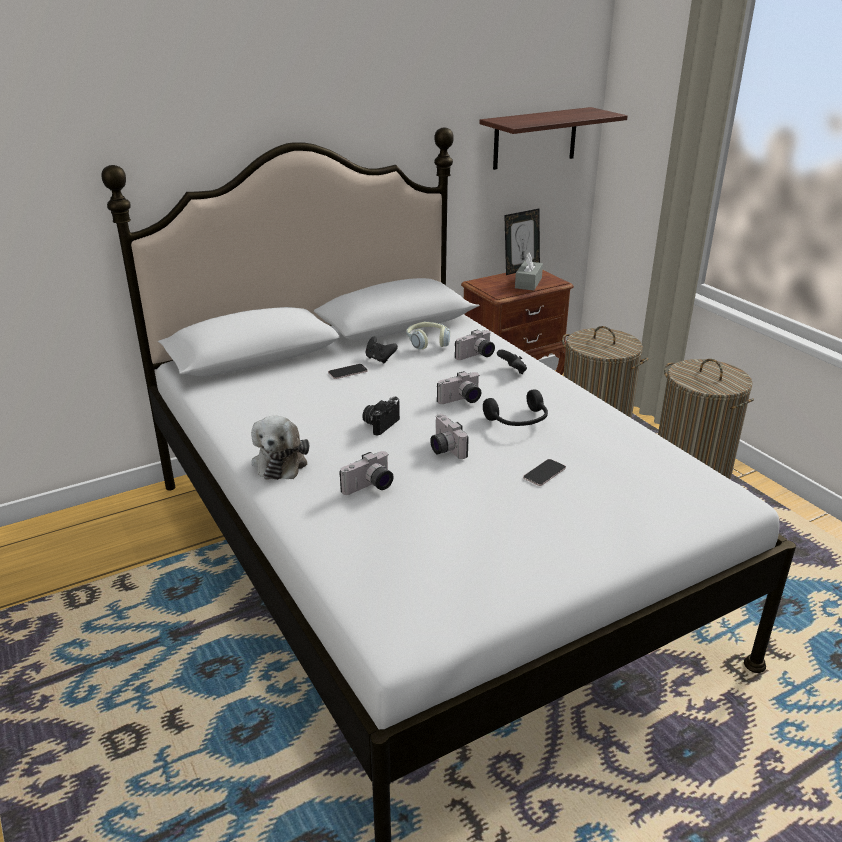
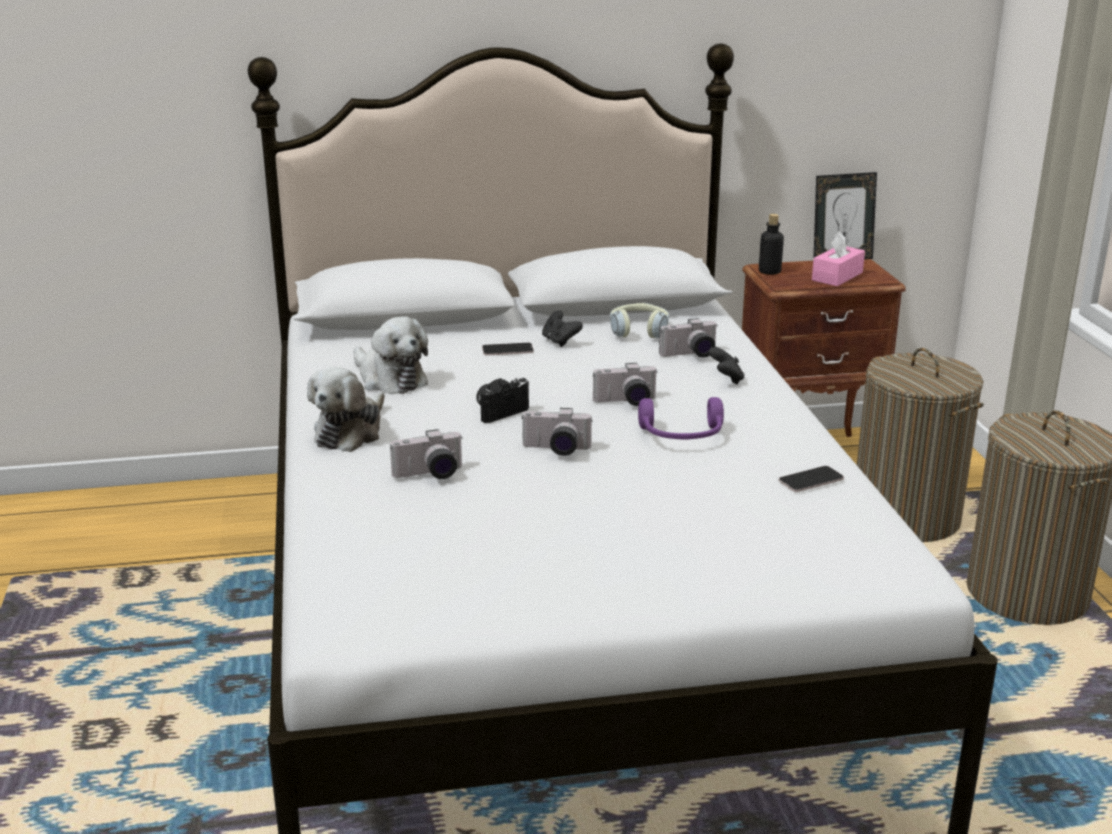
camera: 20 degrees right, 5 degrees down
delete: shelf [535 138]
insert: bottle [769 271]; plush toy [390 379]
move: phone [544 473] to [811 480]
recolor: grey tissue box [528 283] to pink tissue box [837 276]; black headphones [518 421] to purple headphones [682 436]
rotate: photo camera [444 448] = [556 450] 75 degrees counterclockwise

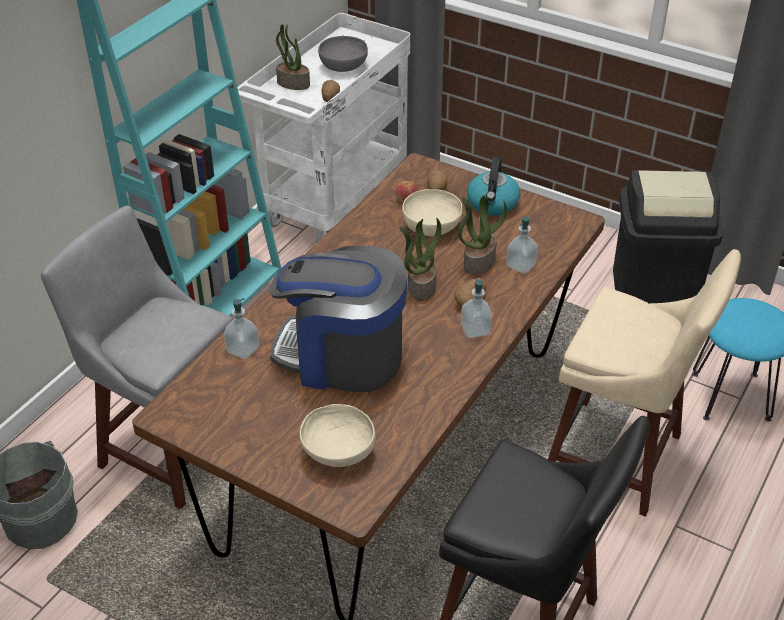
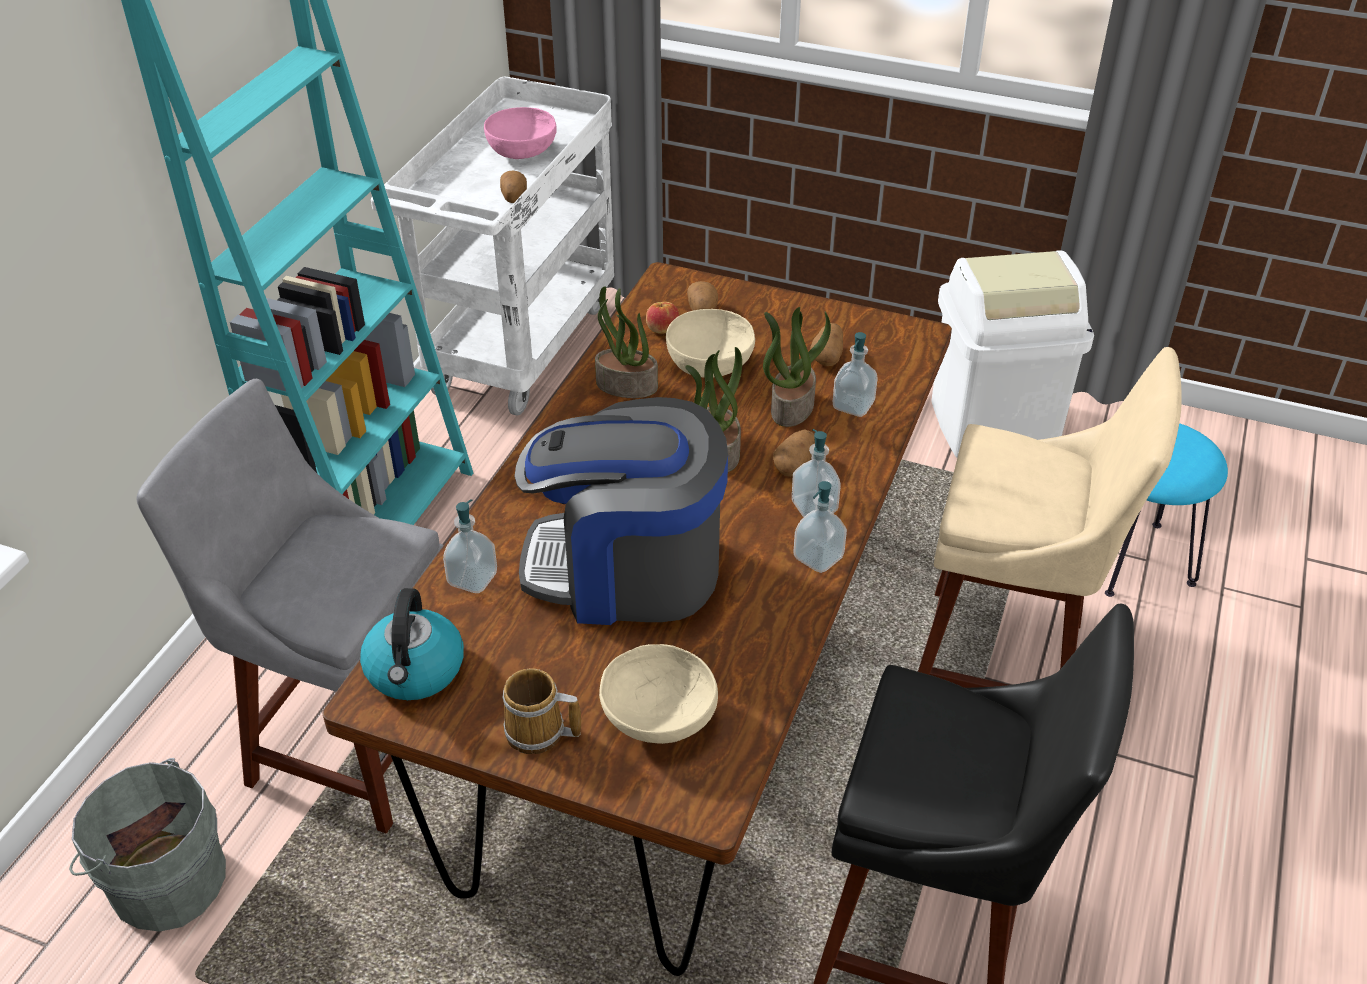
camera: 10 degrees left, 0 degrees up
insert: potato [827 356]; soap dispenser [818 557]; mug [538 733]
move: potted plant [292 84] to [625 386]; kettle [493 204] to [415 671]
recolor: grey bowl [343 66] to pink bowl [522 151]; black trash can [654 290] to white trash can [993 425]

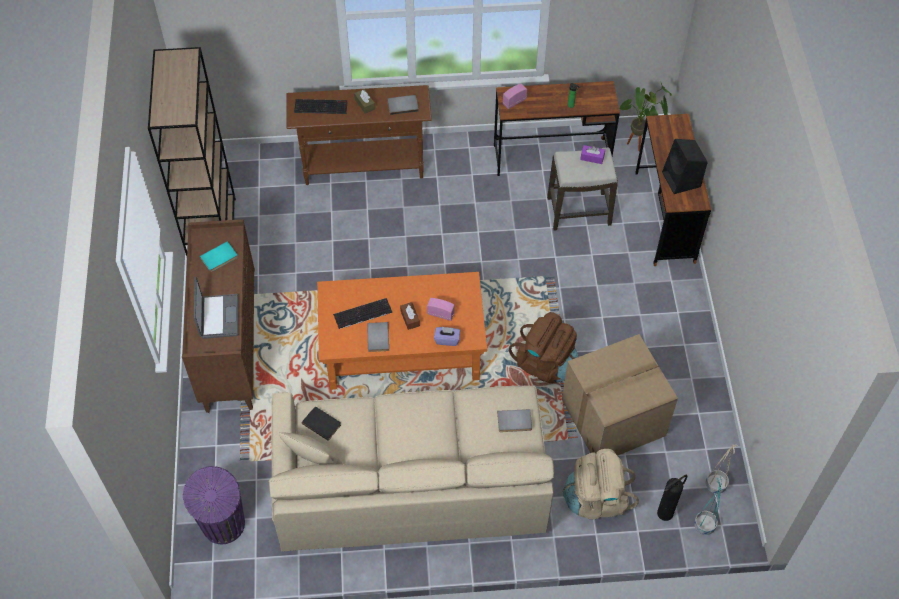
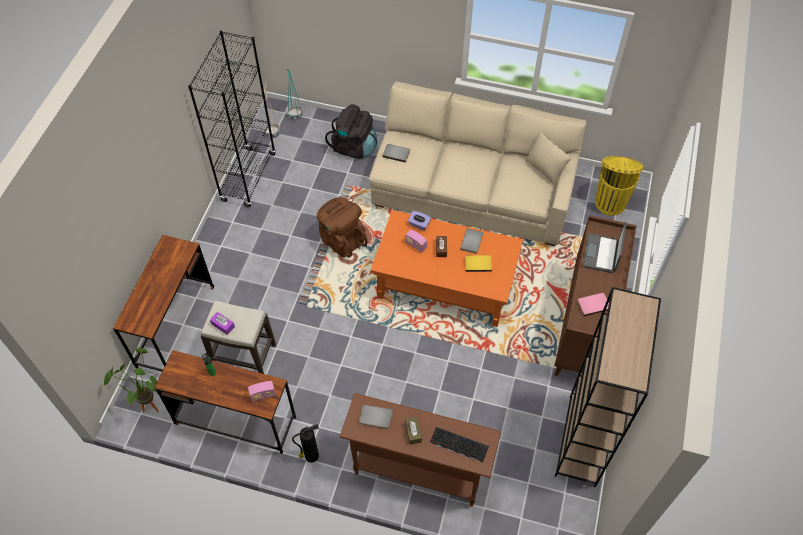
camera: 160 degrees left, 0 degrees up
delete: black speaker [682 180]; cardboard box [612 419]; black book [322 423]
insert: black bookcase [248 177]
move: fire extinguisher [665 512] to [311 456]
replace: keyboard [362 314] to yellow book [478 263]
recolor: turquoise book [220 258] to pink book [593 304]; beige backpack [596 499] to black backpack [354 147]; purple trash can [223 526] to yellow trash can [610 202]

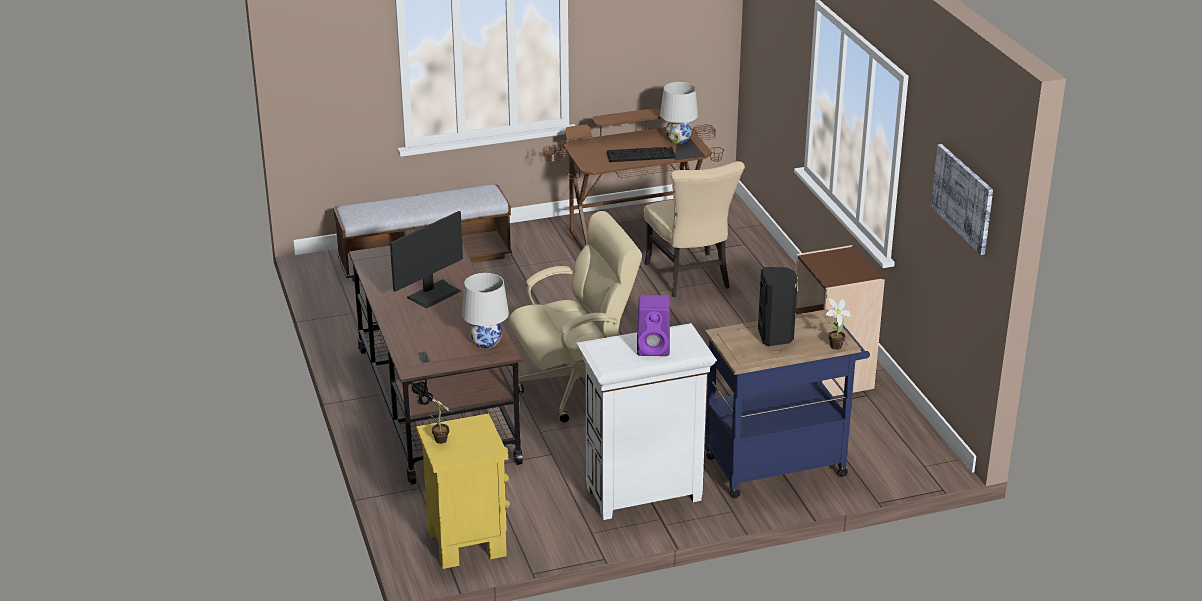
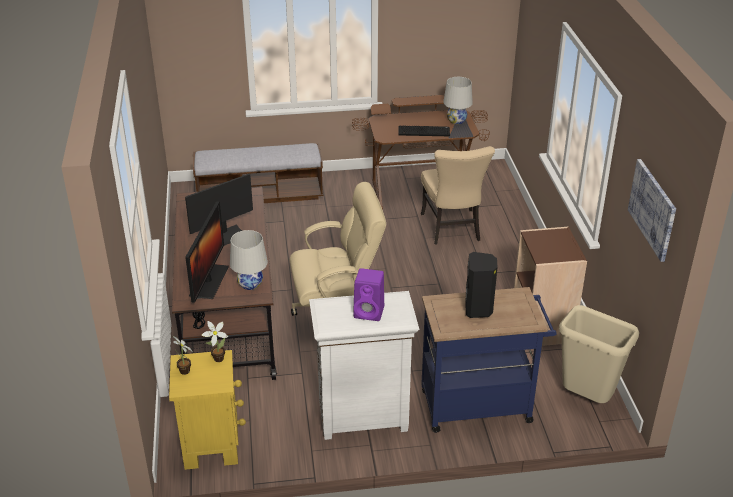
camera: 10 degrees right, 5 degrees up
insert: monitor [209 281]; beige trash can [585 399]
move: potted plant [834 347] to [217 359]

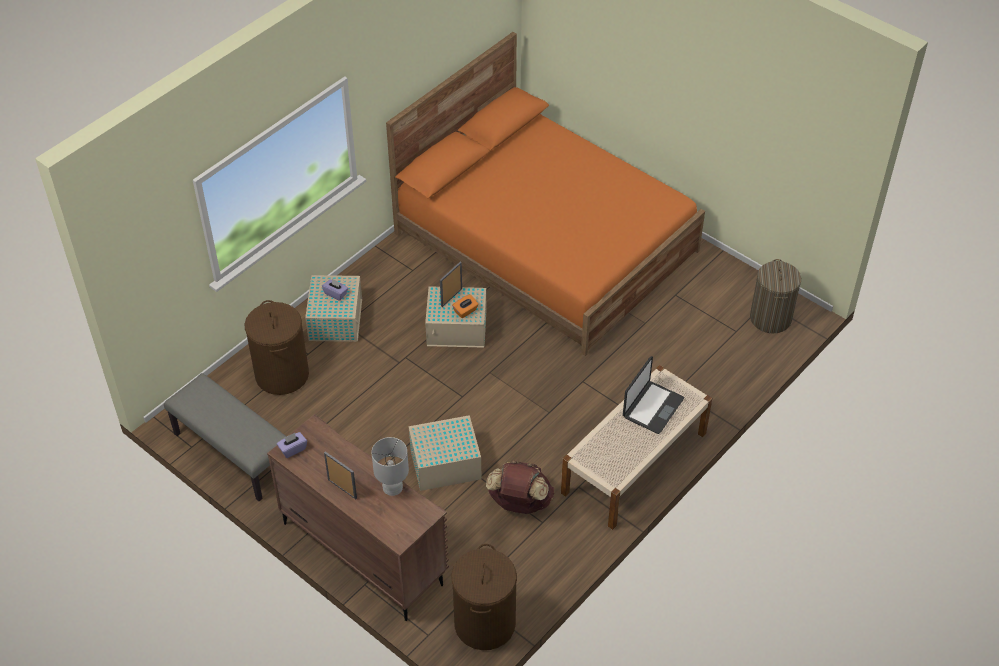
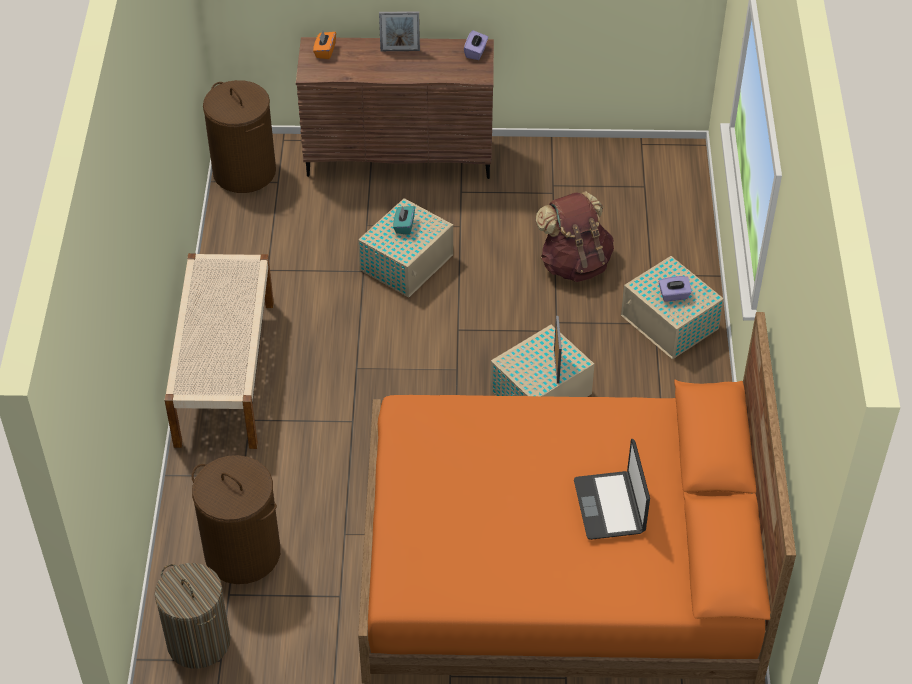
camera: 140 degrees right, 0 degrees up
delete: grey bench [232 453]; grey table lamp [393 487]
insert: turquoise tissue box [404 226]
move: orange tissue box [465 311] to [325 51]; brown laundry basket [281 374] to [243 553]; laptop [652 407] to [610 506]; brown backpack [519 503] to [574 263]

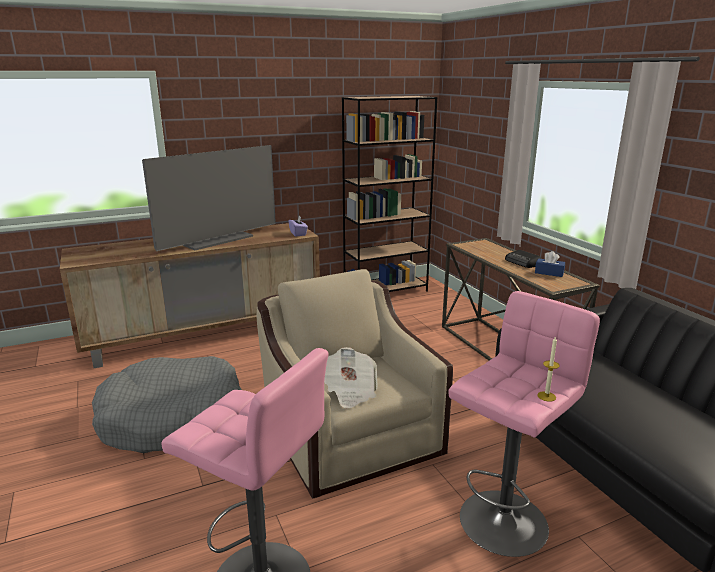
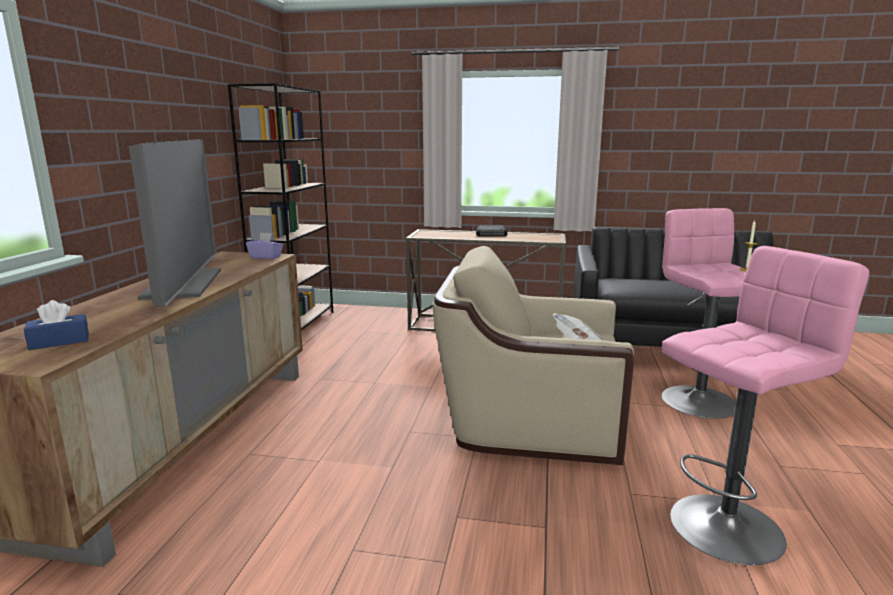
camera: 55 degrees left, 5 degrees down
delete: grey dog bed [173 419]
move: blue tissue box [549 273] to [59 341]

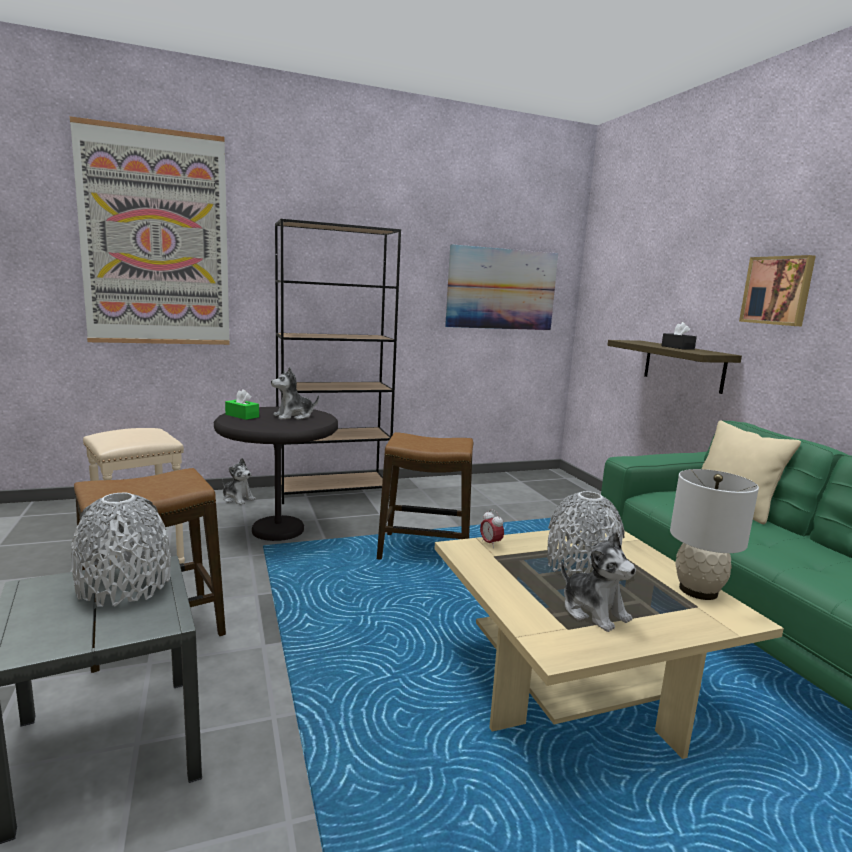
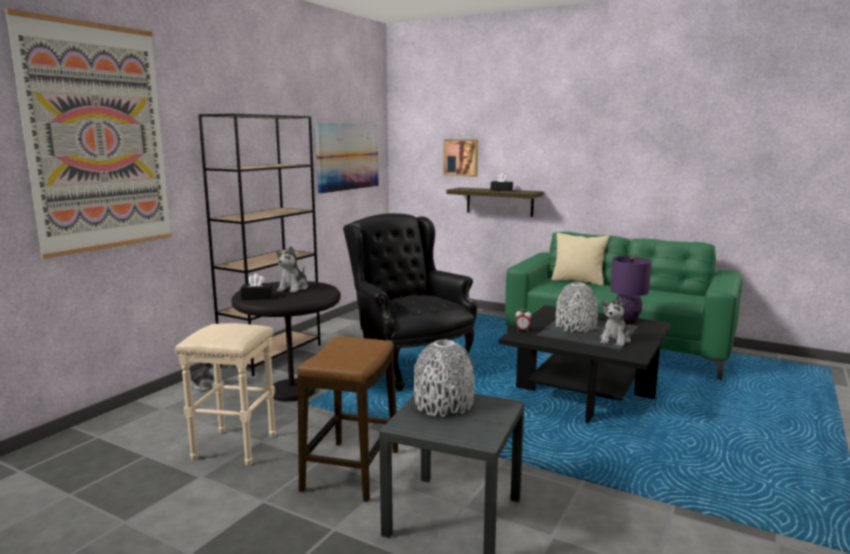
camera: 40 degrees left, 0 degrees up
move: picture [778 290] to [461 157]
replace: stool [425 550] to black armchair [410 367]
recolor: green tissue box [242 416] to black tissue box [257 297]; white table lamp [697 590] to purple table lamp [627 320]; beige coffee table [575 684] to black coffee table [584 393]
rotate: plush toy [594 611] = [615 340] 105 degrees clockwise

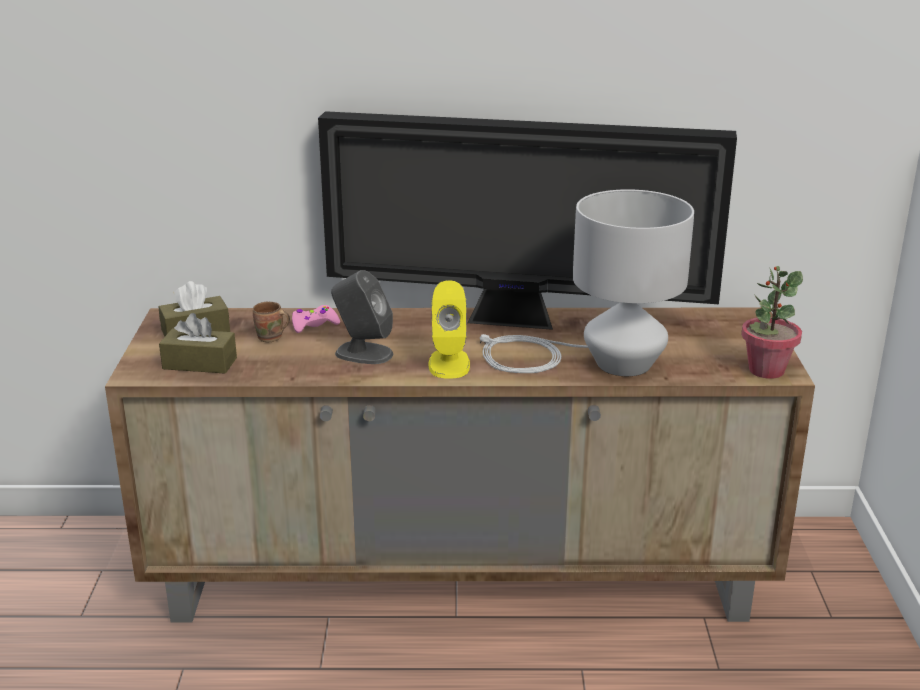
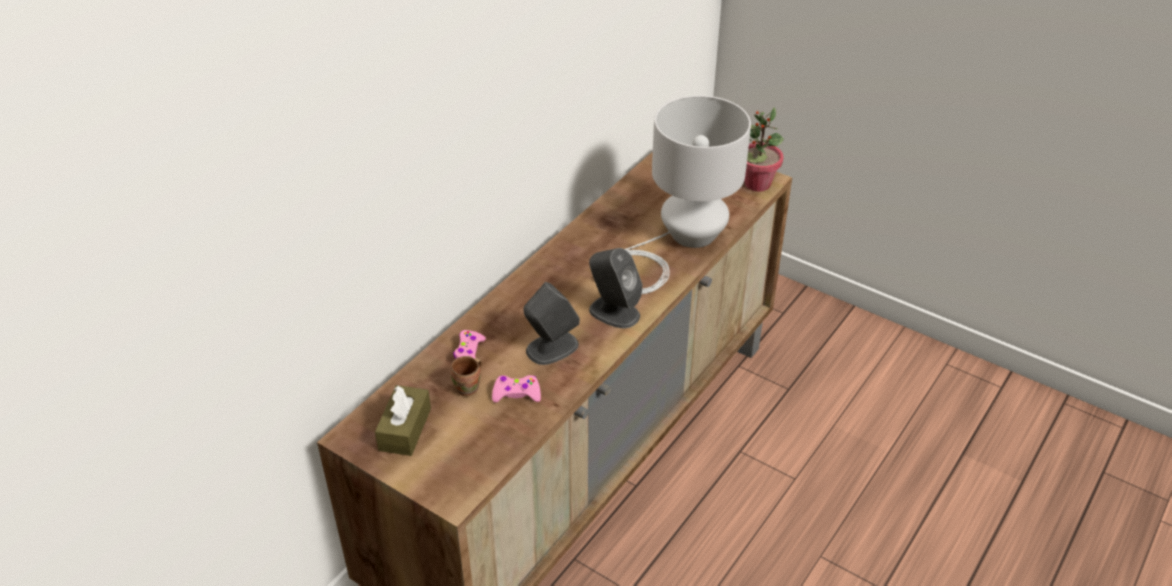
camera: 55 degrees left, 15 degrees up
delete: television [517 321]; brown tissue box [200 363]
insert: pink game controller [516 393]
recolor: yellow speaker [449 364] to grey speaker [613 312]

